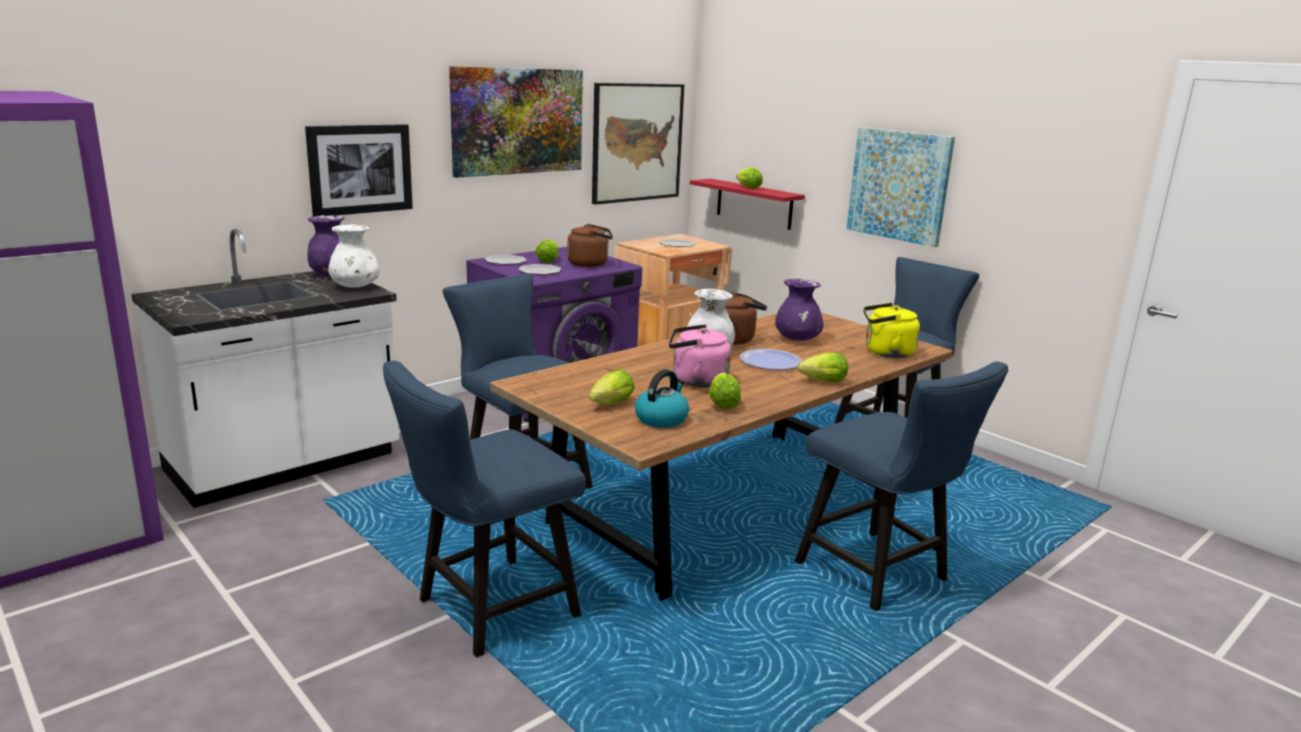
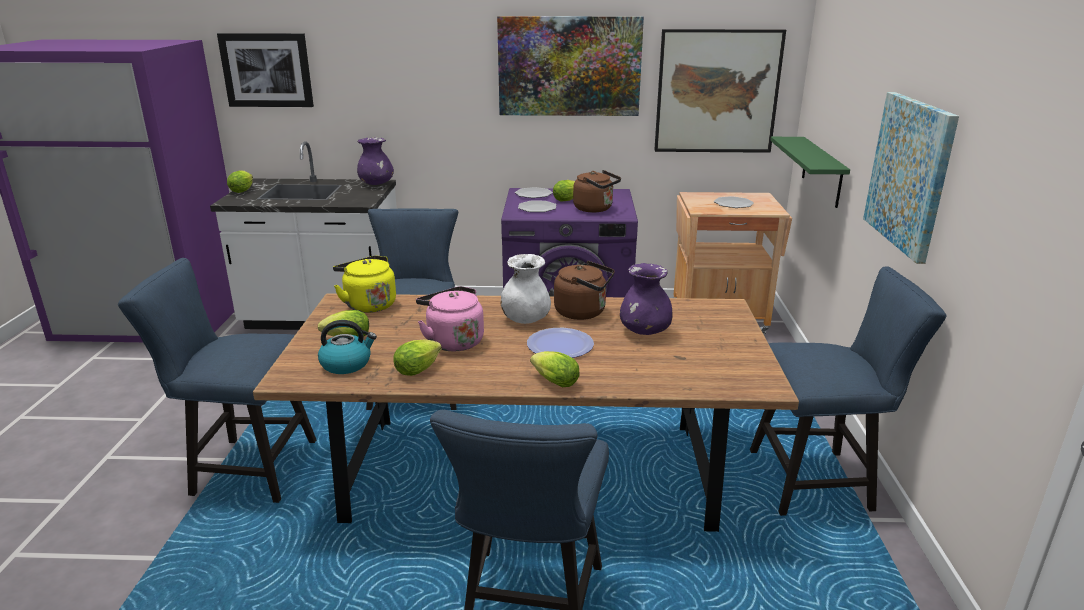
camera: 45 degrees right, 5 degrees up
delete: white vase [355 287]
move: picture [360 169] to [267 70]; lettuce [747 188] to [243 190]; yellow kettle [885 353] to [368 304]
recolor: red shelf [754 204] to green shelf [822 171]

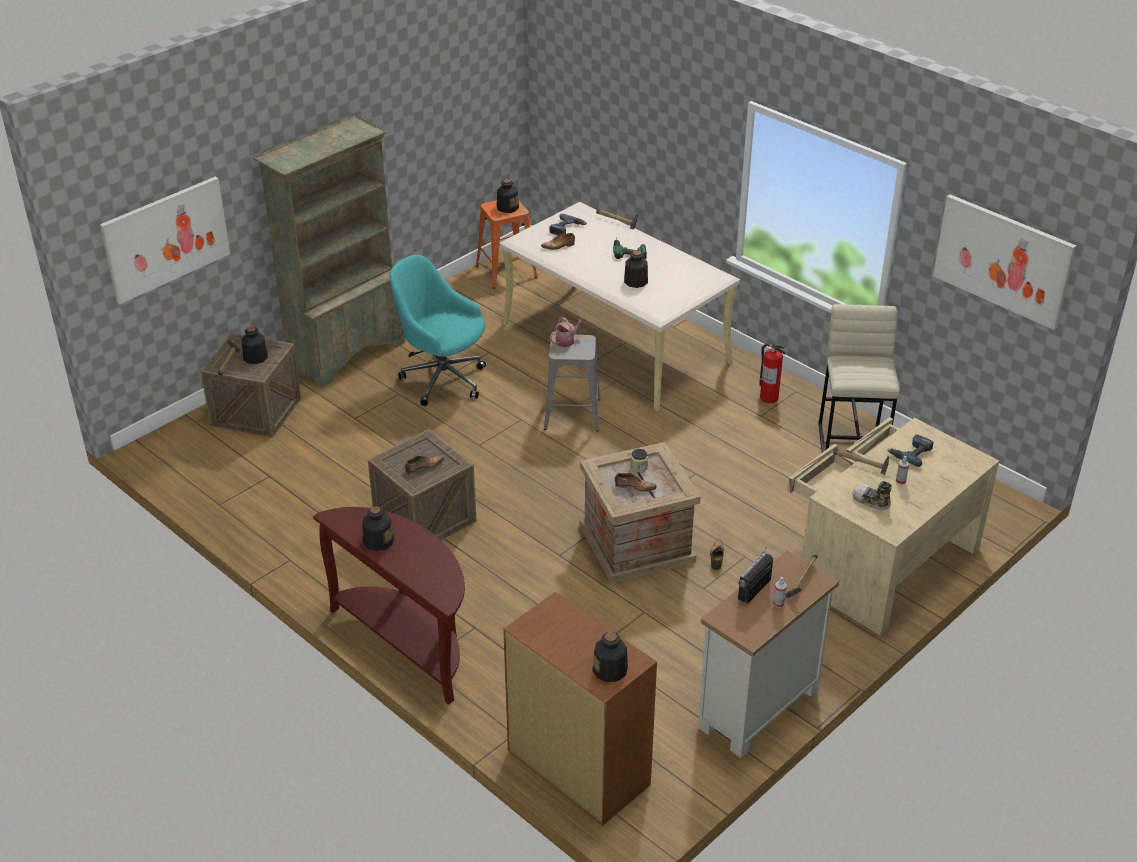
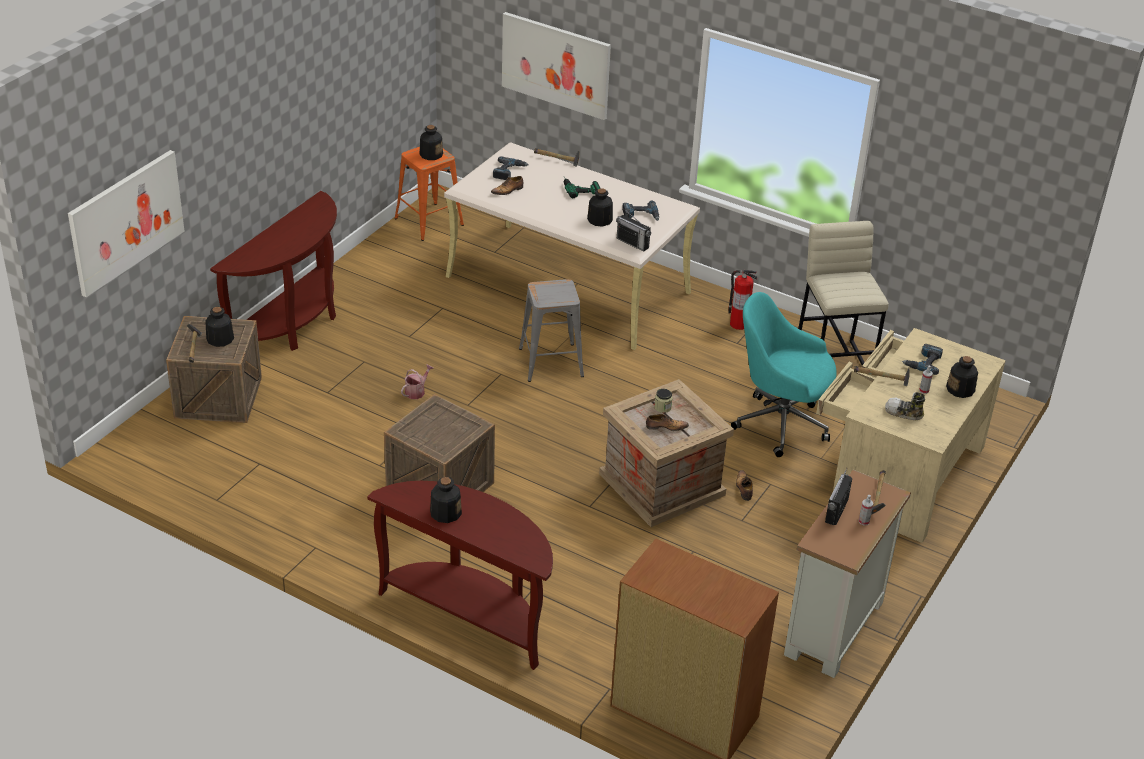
camera: 15 degrees left, 0 degrees up
delete: shoe [423 467]
insert: power drill [641 215]; radio [632 243]
move: picture [1003 260] to [556 65]; turquoise office chair [442 380] to [779 425]; watering can [567 340] to [417 391]; bottle [610 670] to [960 389]
replace: green bookcase [347 353] to brown console table [293 324]

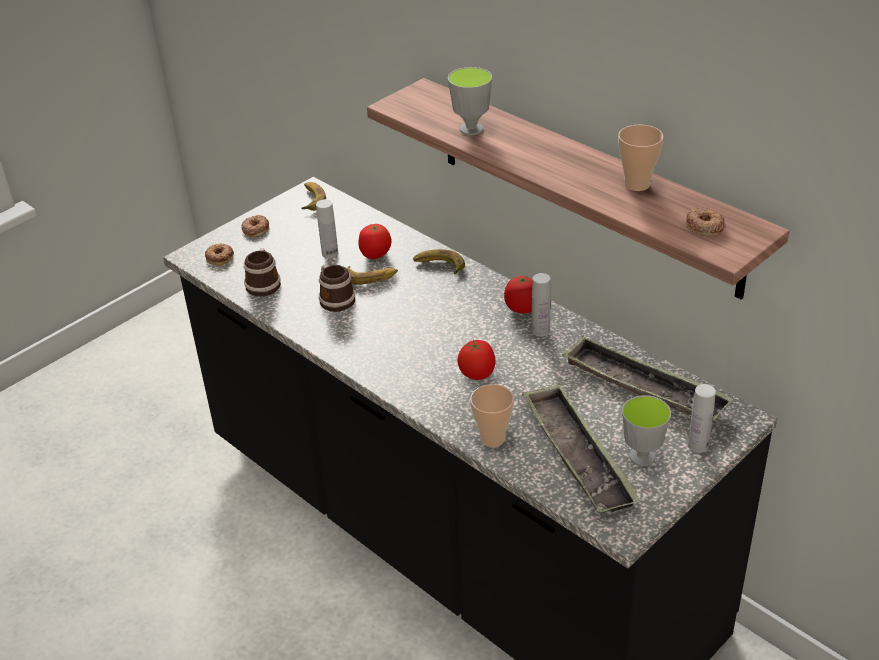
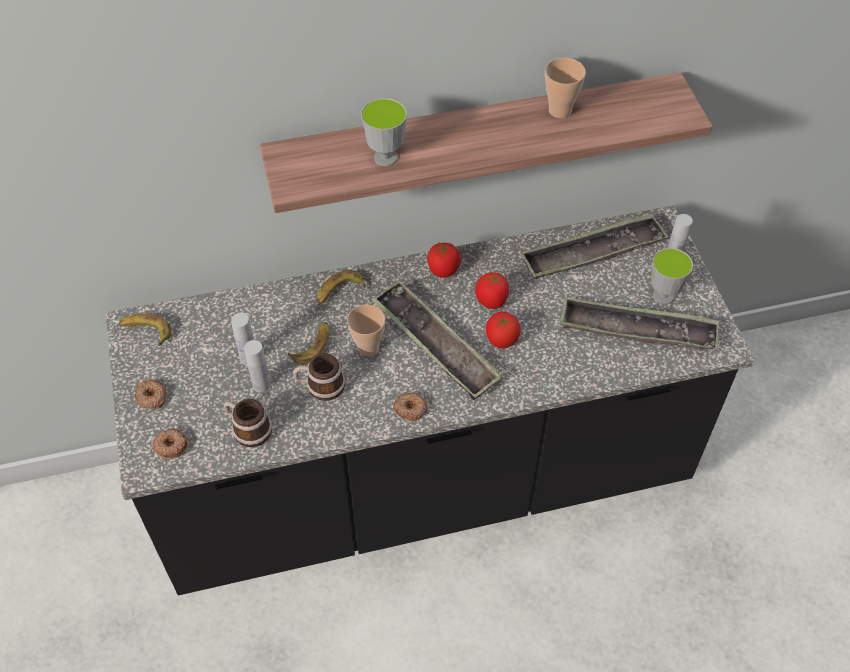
camera: 60 degrees left, 15 degrees up
insert: tray [435 345]
move: donut [704 226] to [410 409]; tomato [375 254] to [491 301]; white bottle [540 331] to [261 385]; cup [492 438] to [368 348]

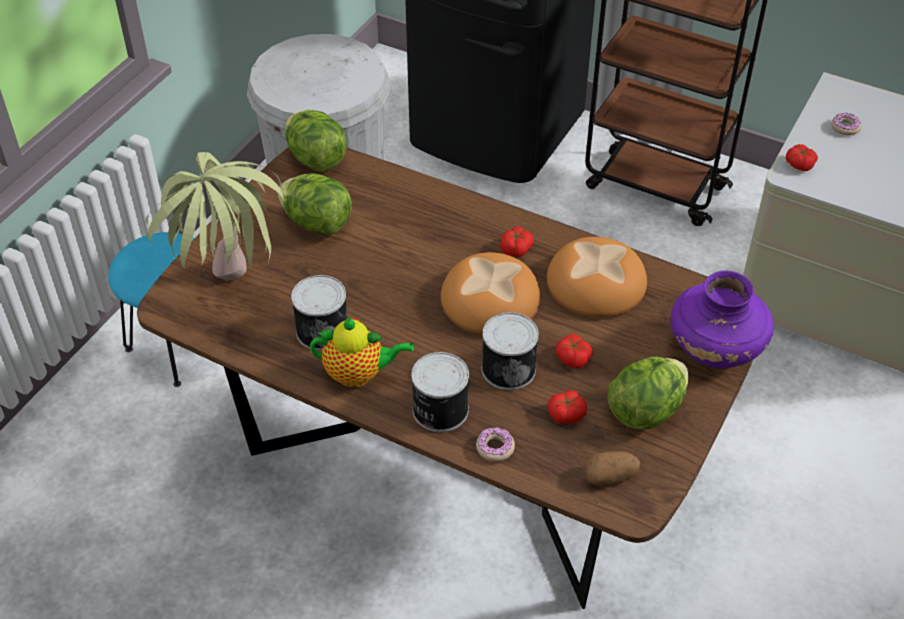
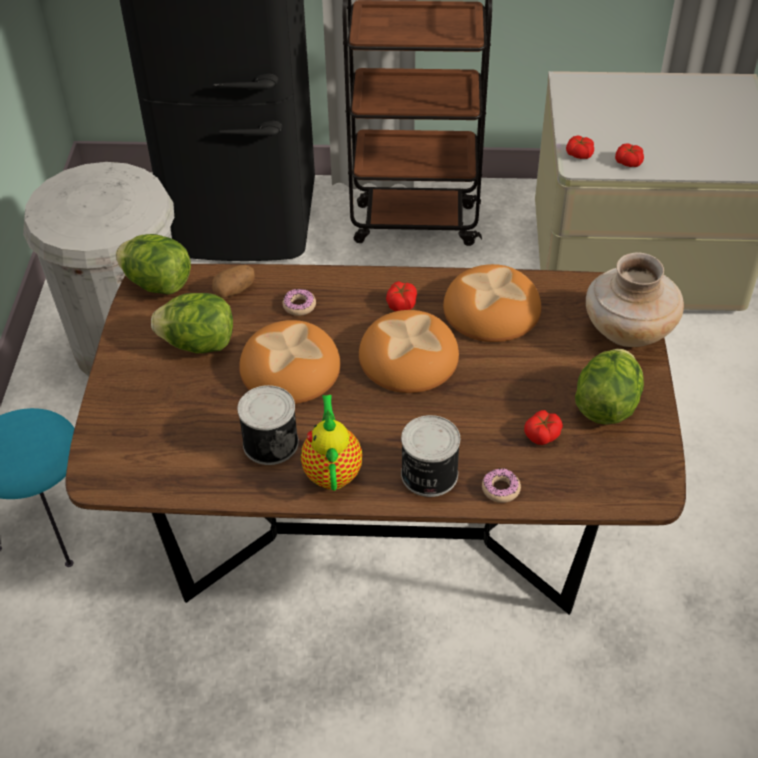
camera: 25 degrees left, 0 degrees up
delete: potted plant [230 302]; can [508 368]
insert: bread [289 368]
move: donut [845 127] to [299 306]; tomato [572 358] to [628 162]; potato [610 476] to [234 290]
recolor: purple vase [715 350] to beige vase [627 332]
rotate: teapot [359 374] = [332 470] 75 degrees counterclockwise

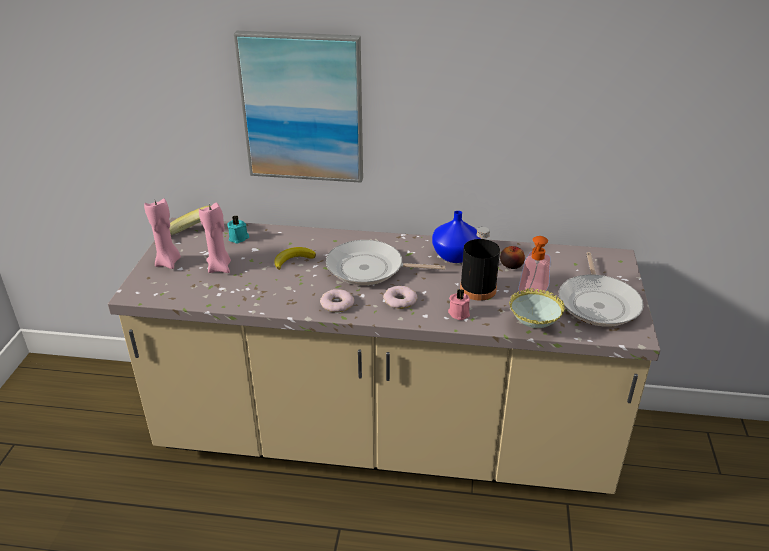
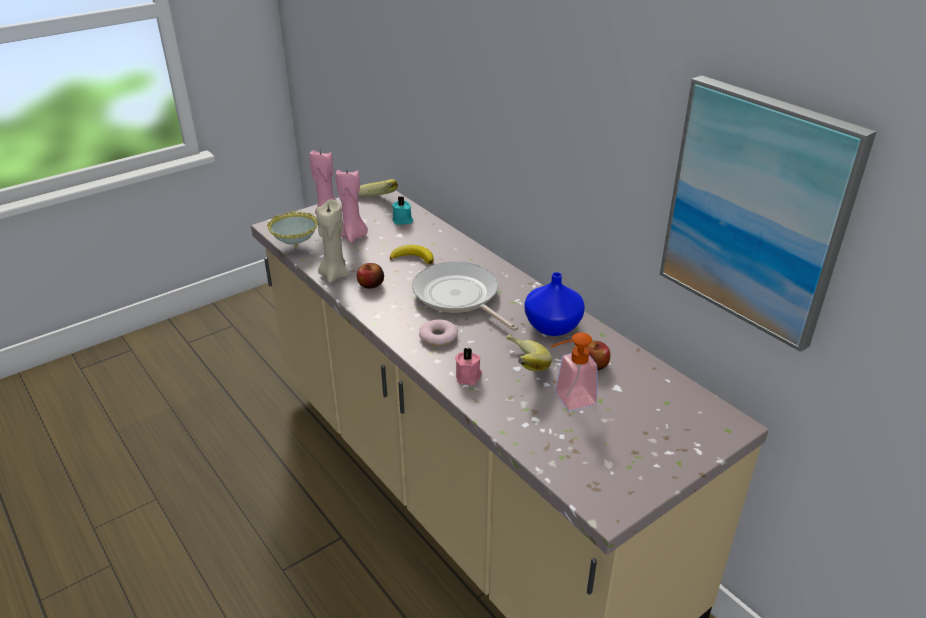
camera: 45 degrees right, 0 degrees up
delete: frying pan [598 303]; donut [337 304]
insert: beige candle [334 275]; apple [371 284]
move: picture [303 107] to [756 211]; bowl [533 327] to [295 246]
replace: black bottle [478 289] to banana [521 367]

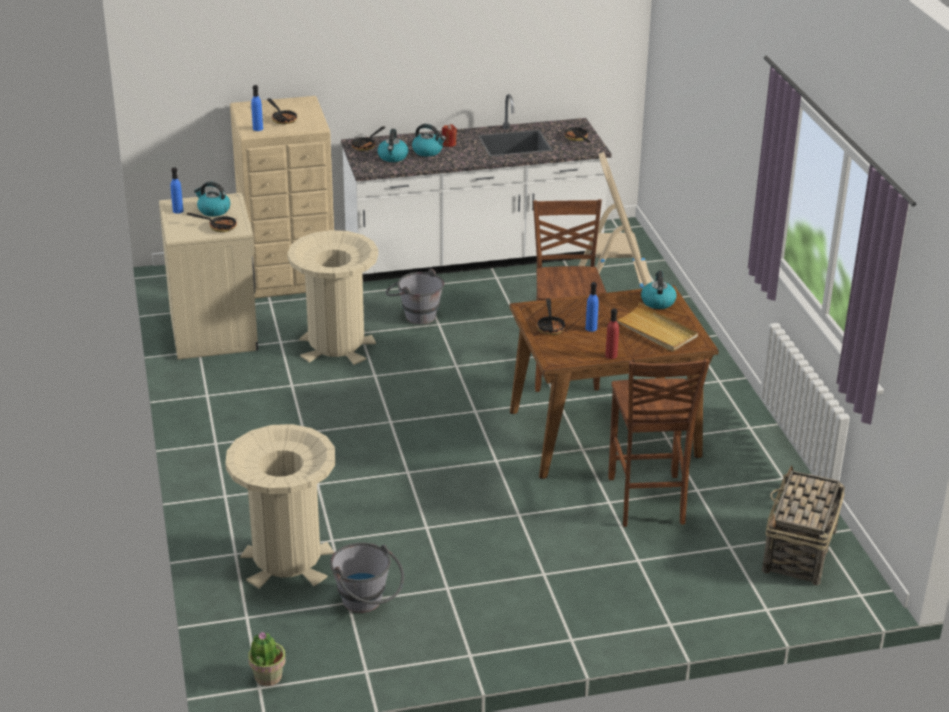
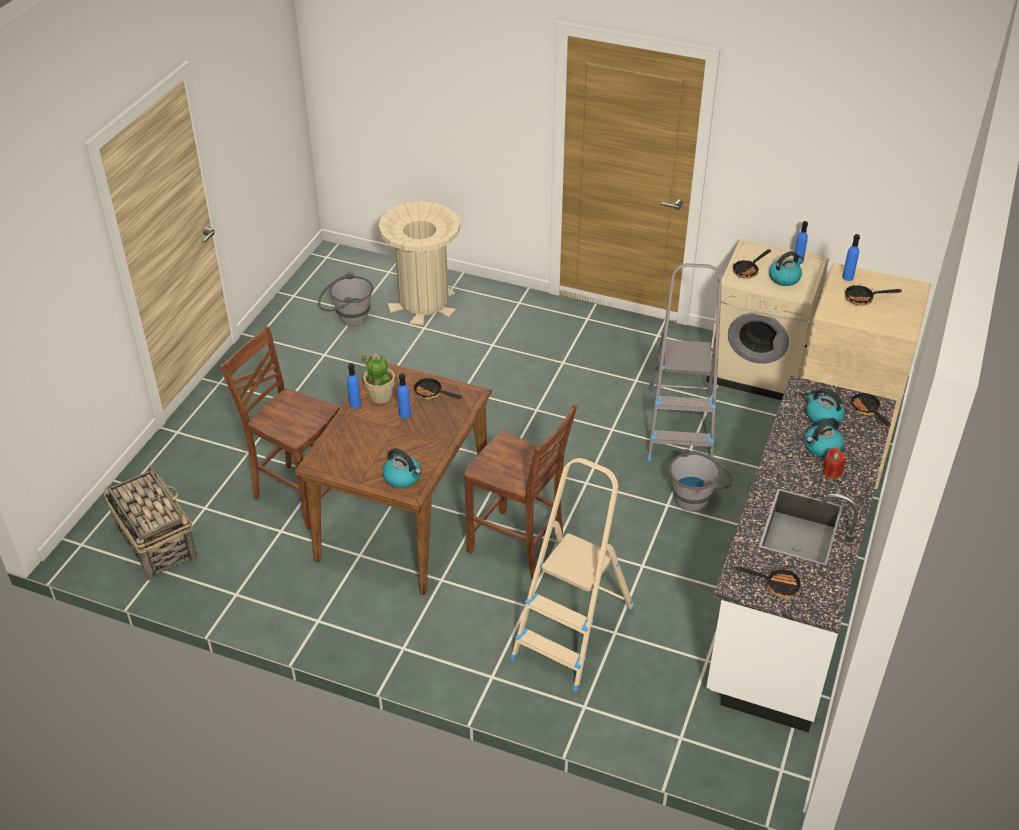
camera: 125 degrees right, 10 degrees up
delete: beige tray [655 330]
move: potted plant [267 677] to [380 395]
replace: beige trash can [336 345] to grey step ladder [679 427]
recolor: red bottle [611 355] to blue bottle [355 404]

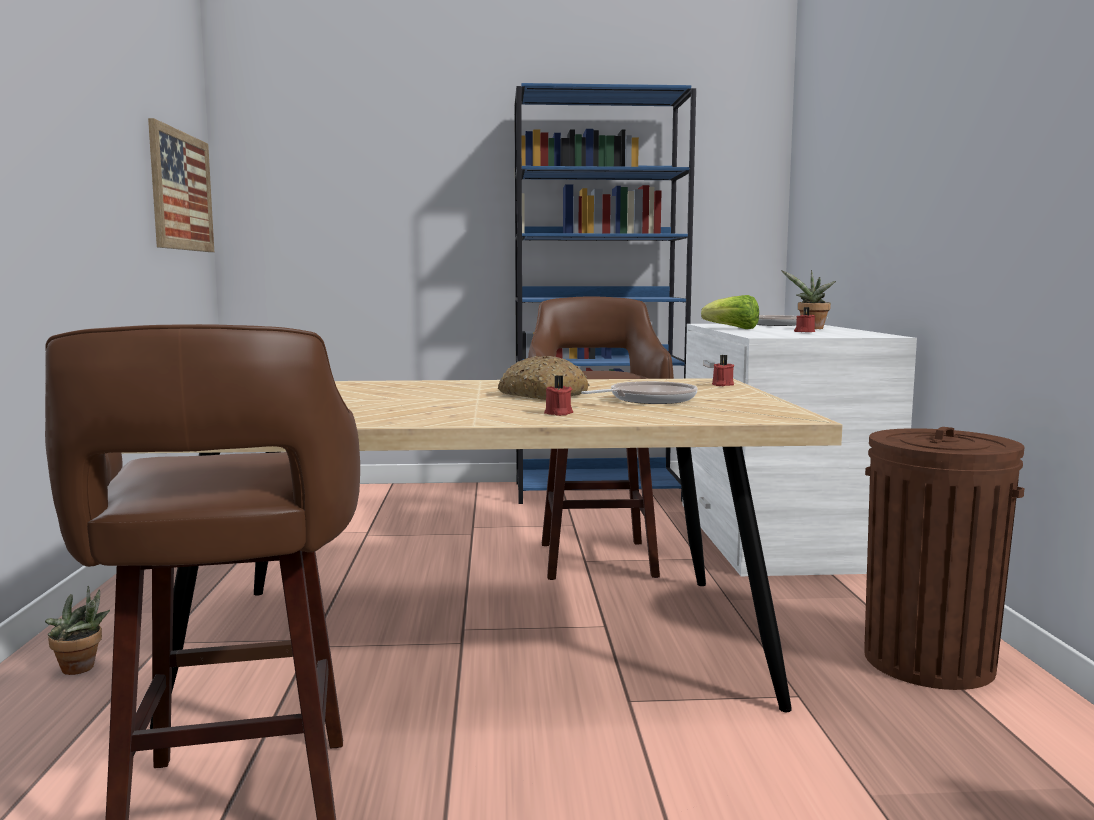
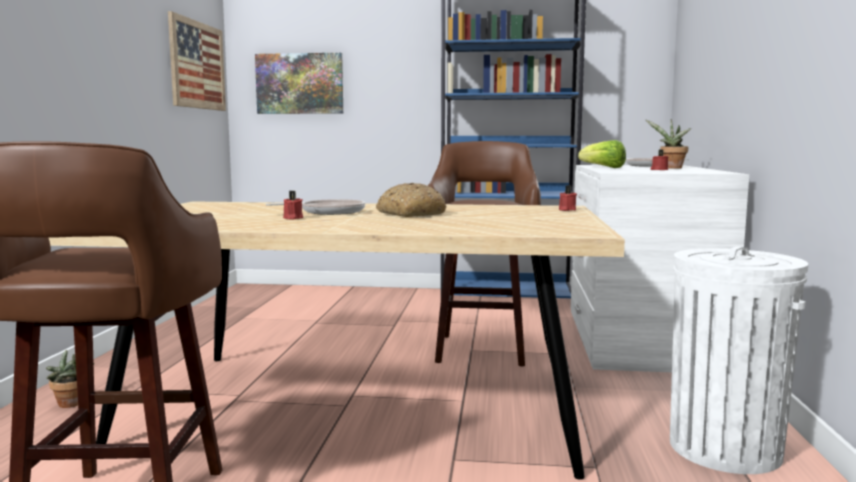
camera: 10 degrees right, 0 degrees up
insert: picture [300 83]
move: red candle [558 413] to [292 218]; frying pan [648 400] to [328 212]
recolor: brown trash can [928 661] to white trash can [725 448]

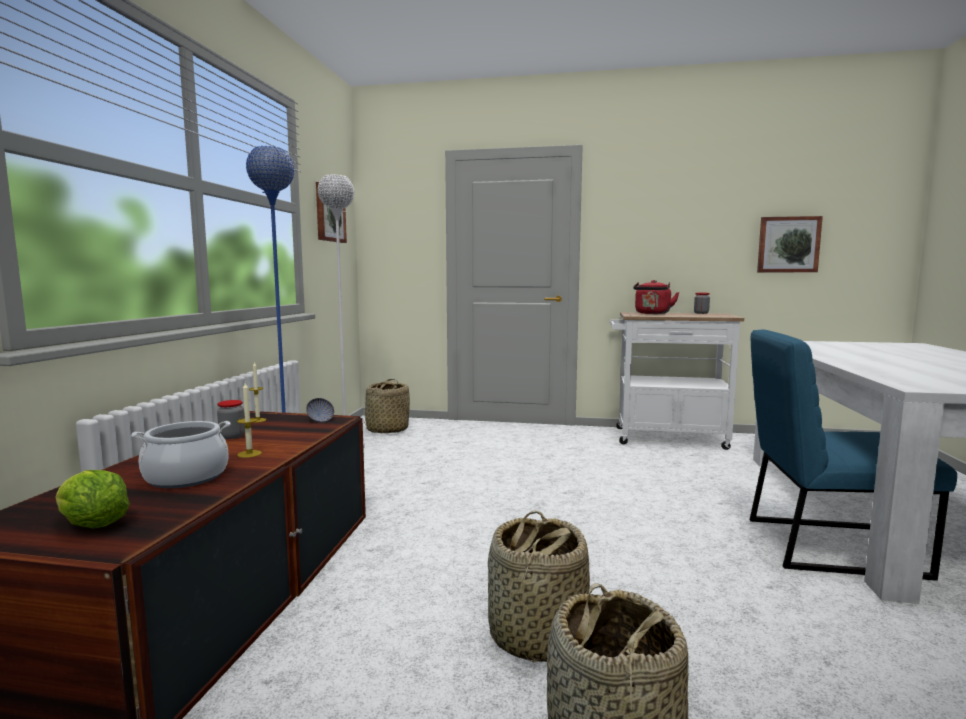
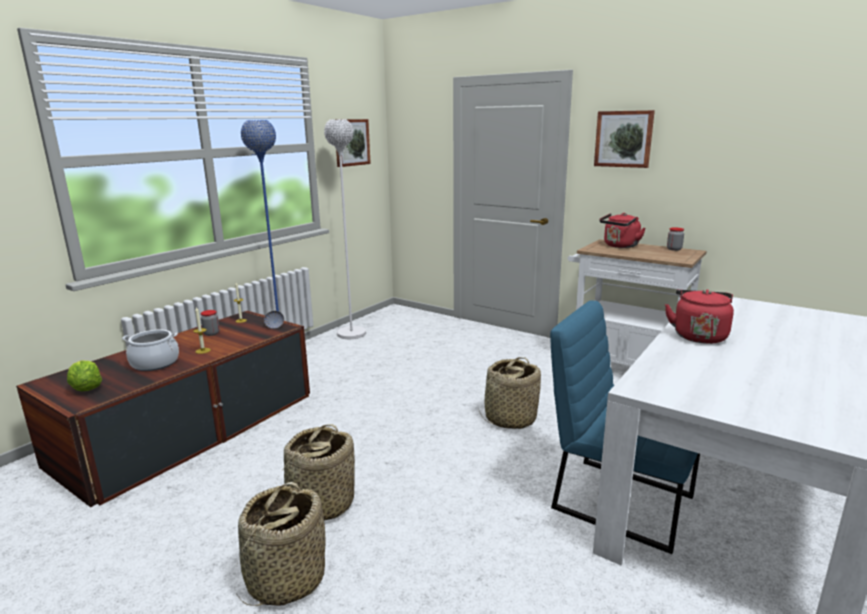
camera: 25 degrees right, 10 degrees up
insert: red kettle [698 336]
move: picture [788 244] to [623 139]; basket [387 430] to [510 419]

